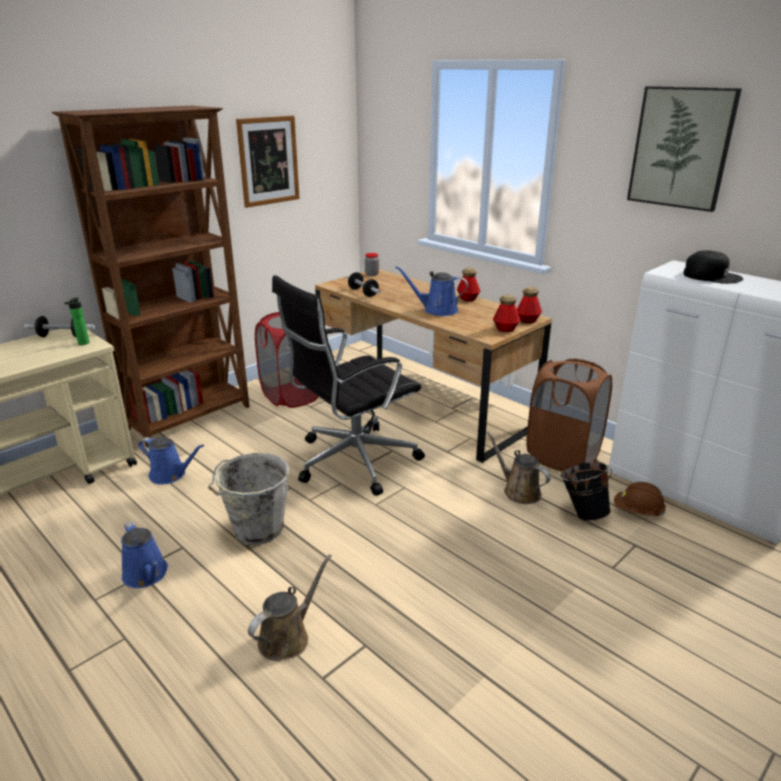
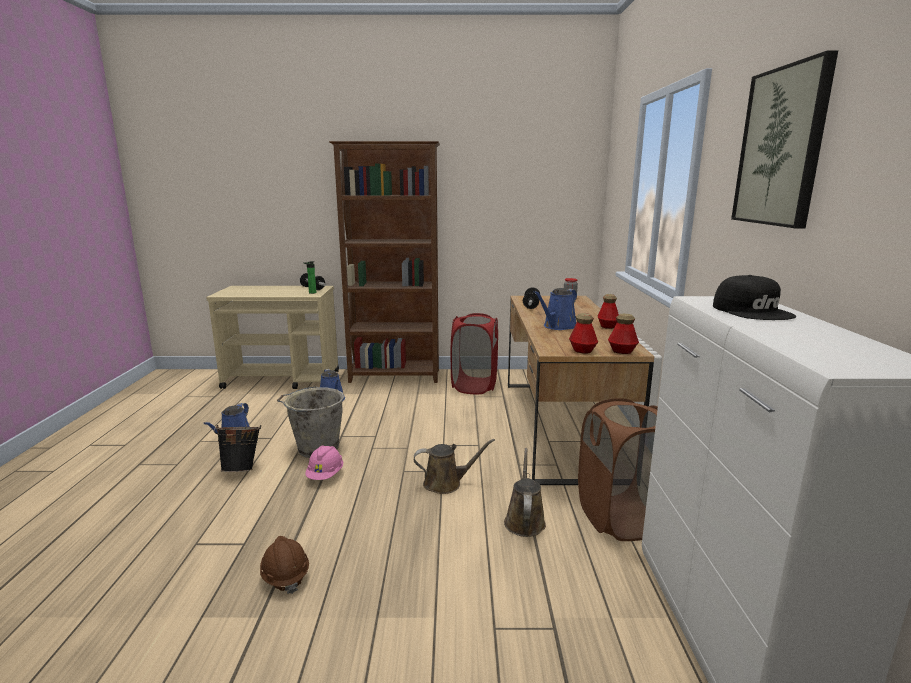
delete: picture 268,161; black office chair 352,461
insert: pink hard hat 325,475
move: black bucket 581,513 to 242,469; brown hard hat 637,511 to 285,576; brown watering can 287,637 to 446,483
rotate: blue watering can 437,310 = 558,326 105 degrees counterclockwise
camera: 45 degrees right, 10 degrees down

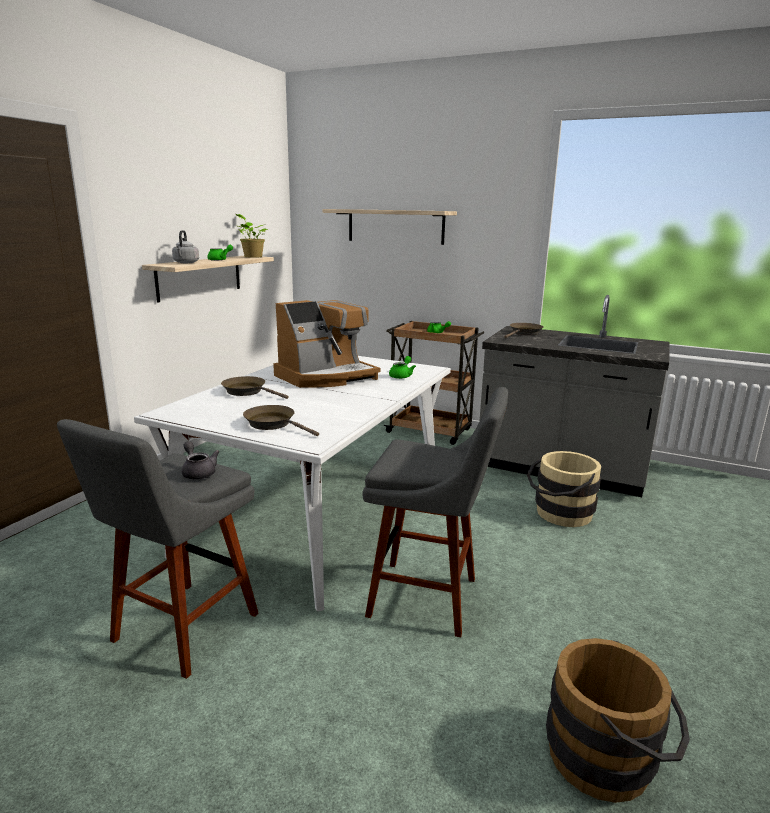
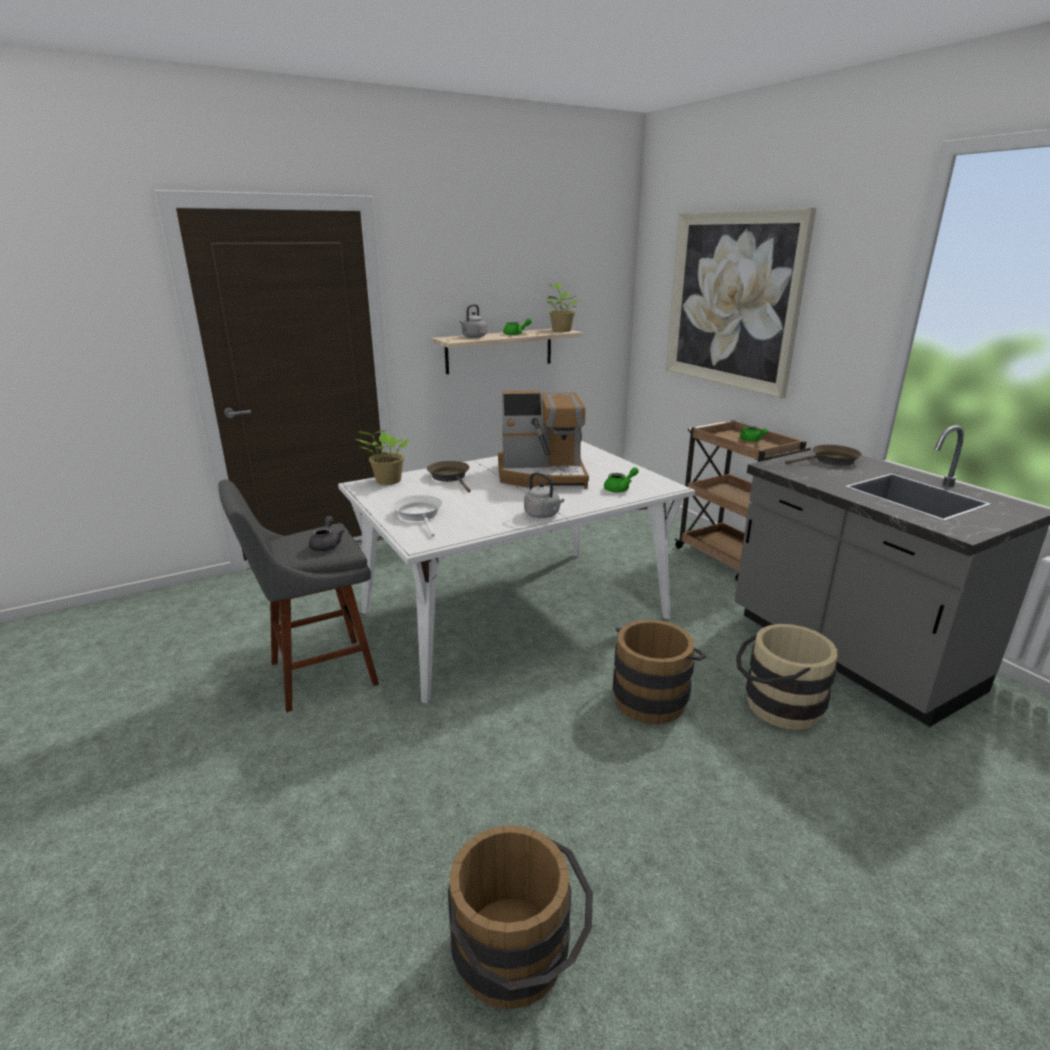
delete: grey stool 429,598
insert: potted plant 387,481; grey kettle 543,515; brown bucket 652,696
replace: shelf 395,226 to picture 732,300
recolor: brown frying pan 273,424 to white frying pan 420,515
camera: 35 degrees right, 5 degrees up

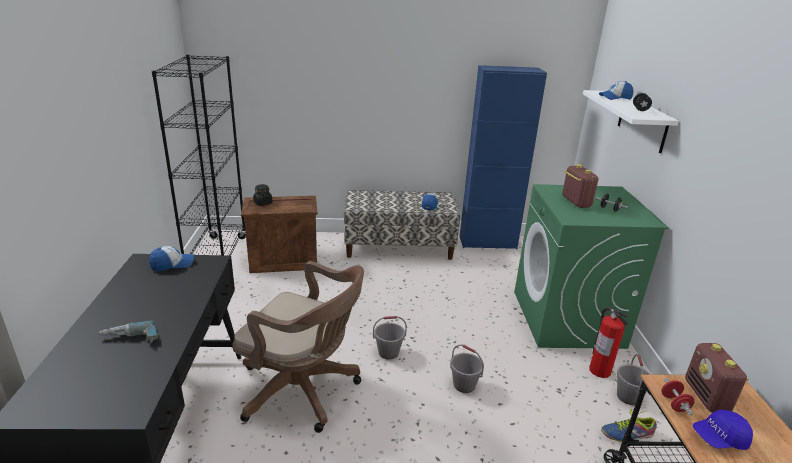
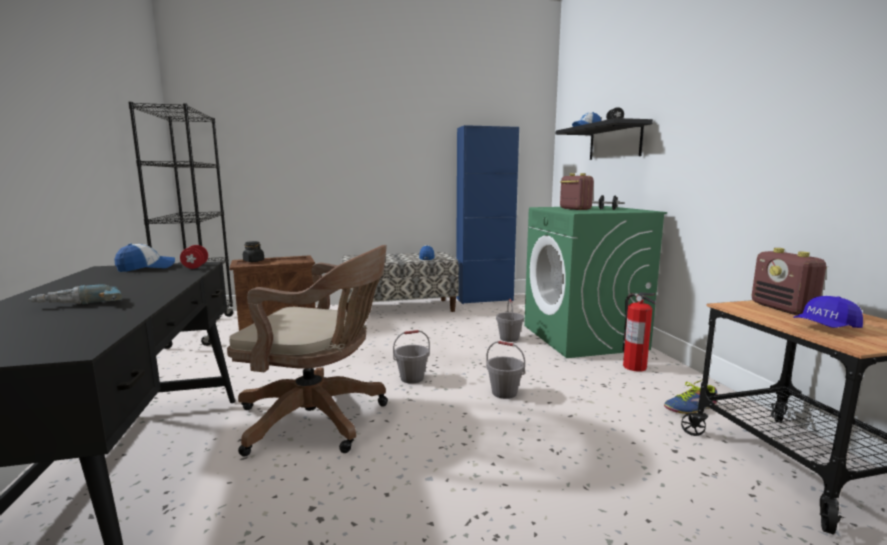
move: grey bucket 628,397 to 509,338; red dumbbell 674,404 to 195,267
recolor: white shelf 642,121 to black shelf 614,142
camera: 10 degrees left, 15 degrees down

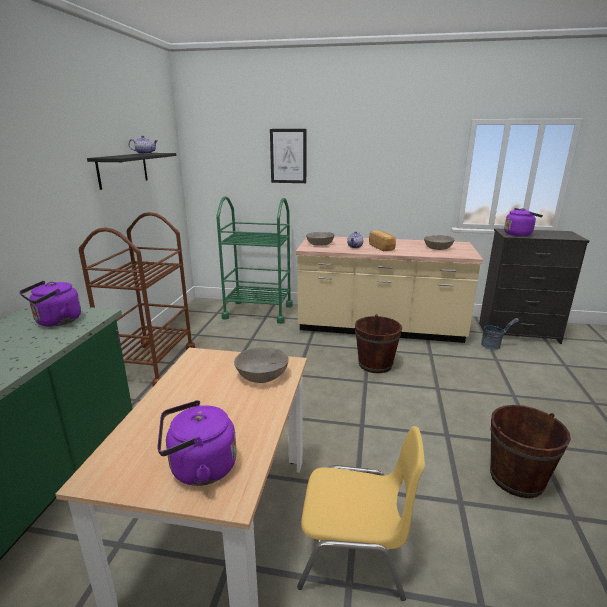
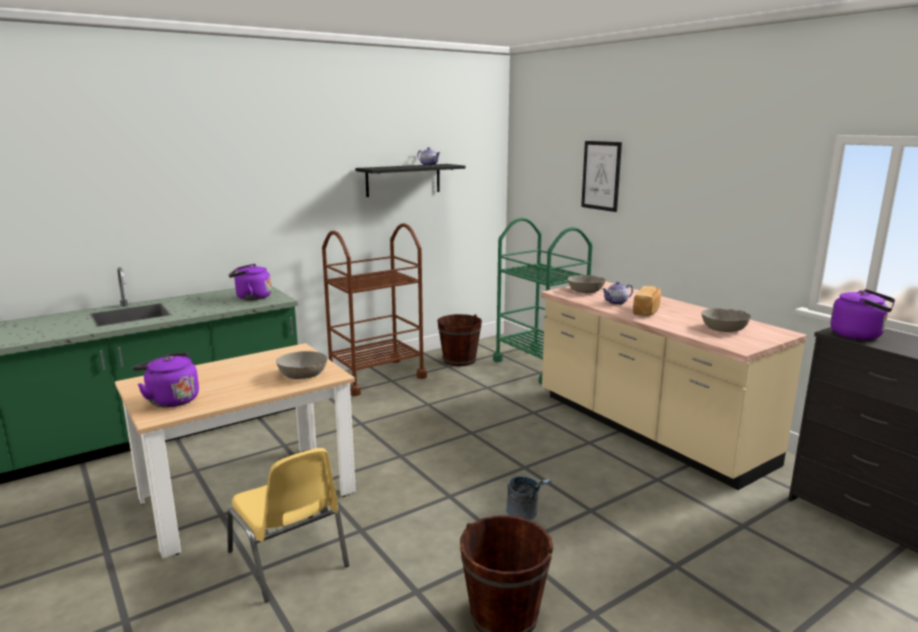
move: brown bucket 375,364 to 459,360; grey bucket 494,346 to 525,515
camera: 45 degrees right, 5 degrees down

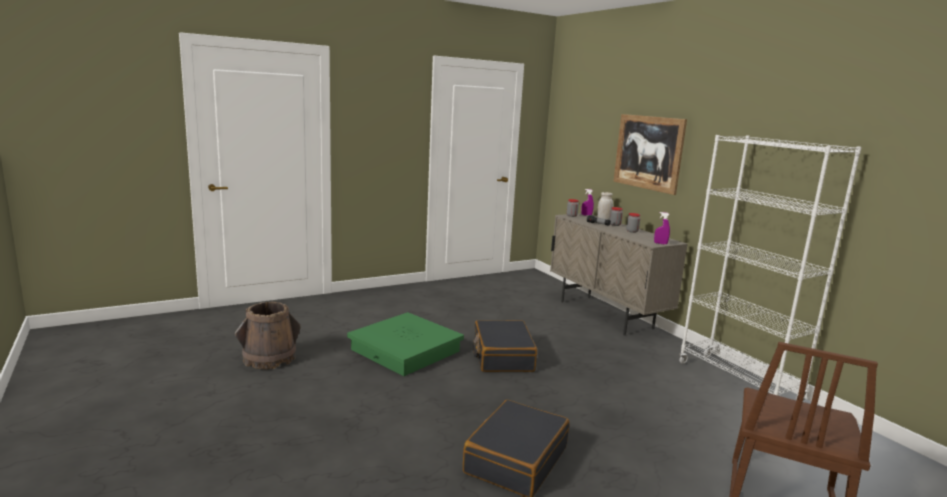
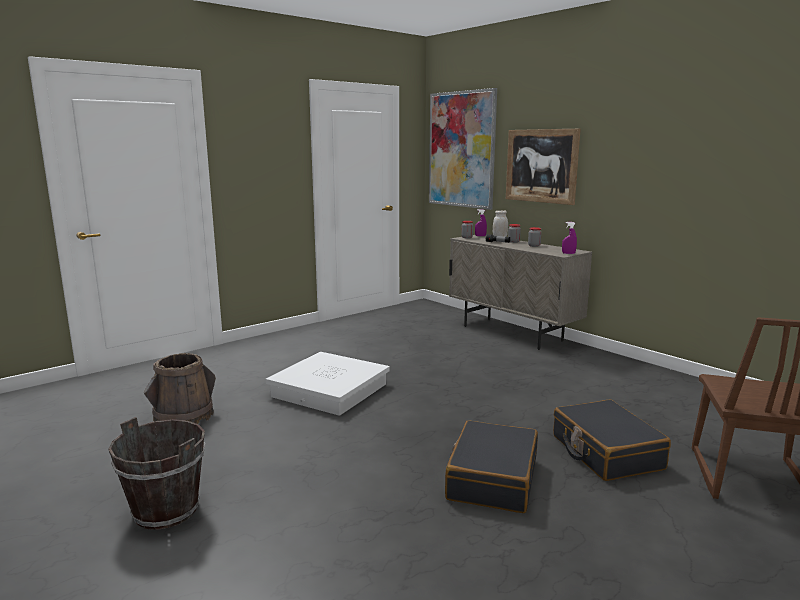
delete: white bookcase 738,382
insert: picture 461,149; brown bucket 167,510
move: black suitcase 502,356 to 605,452
recolor: green storage box 405,350 to white storage box 329,390
camera: 10 degrees left, 0 degrees up

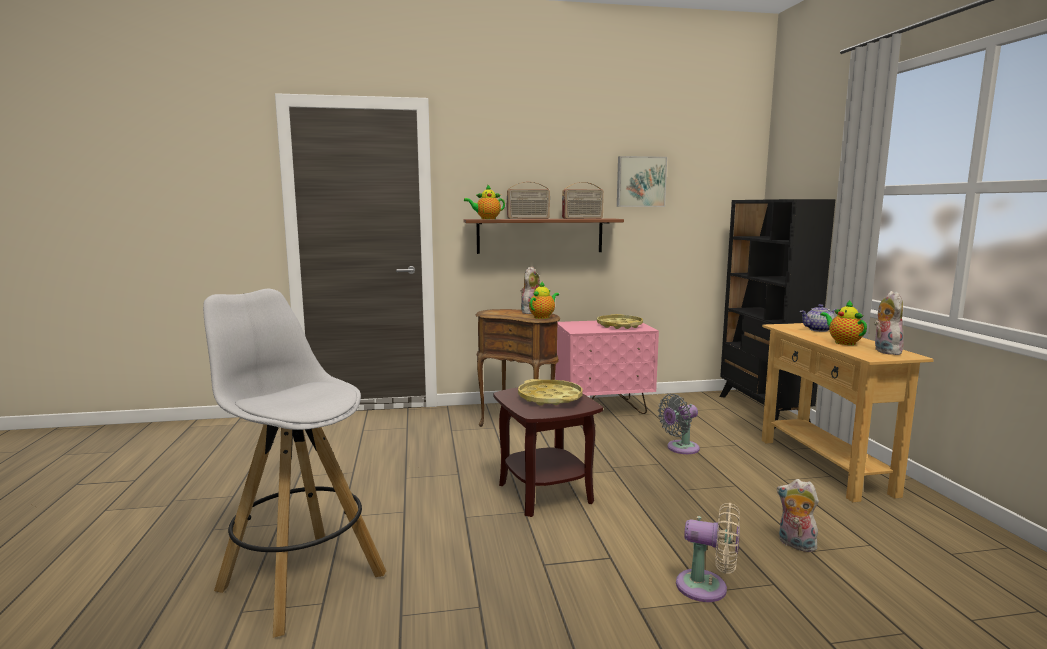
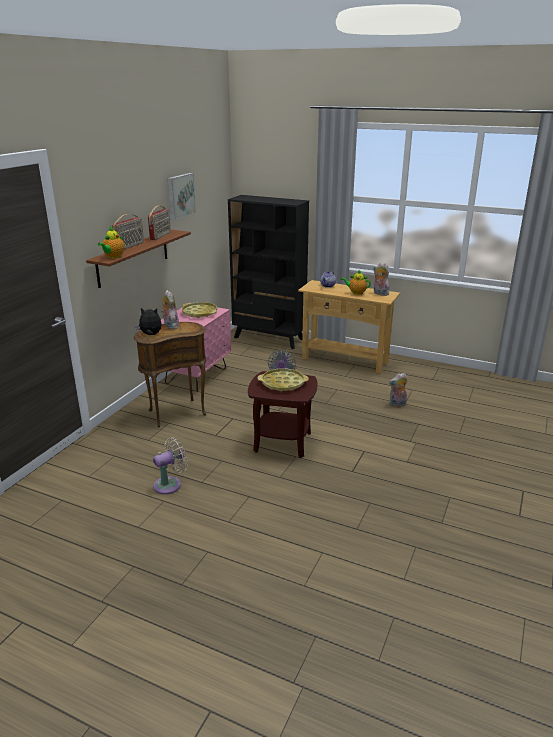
delete: teapot 543,317; white stool 300,581
insert: plush toy 150,335
move: beige fan 707,588 to 170,484
camera: 55 degrees left, 15 degrees up

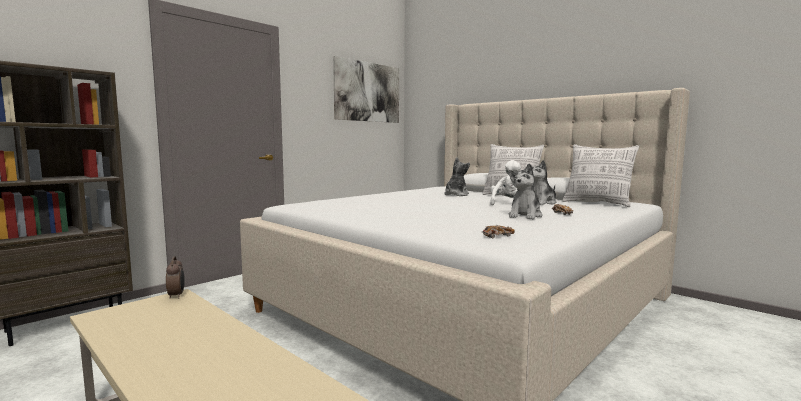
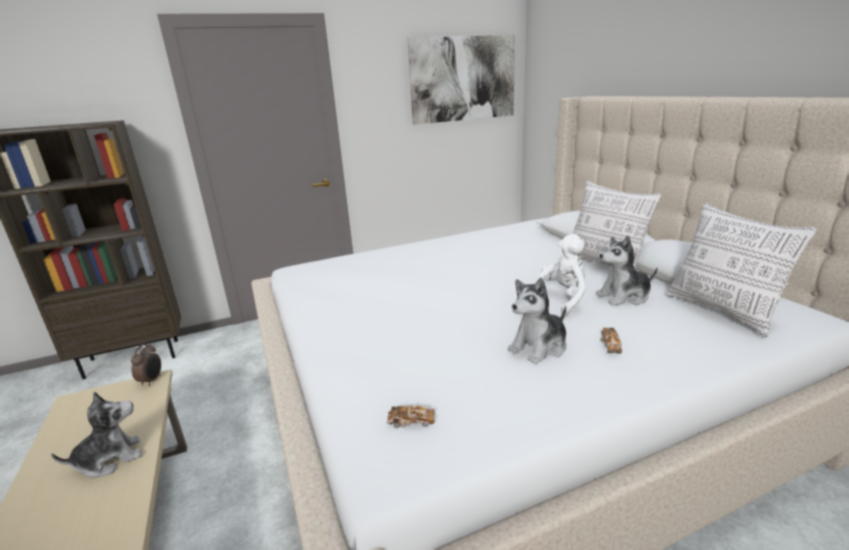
move: plush toy 456,195 to 110,459
camera: 25 degrees right, 15 degrees up

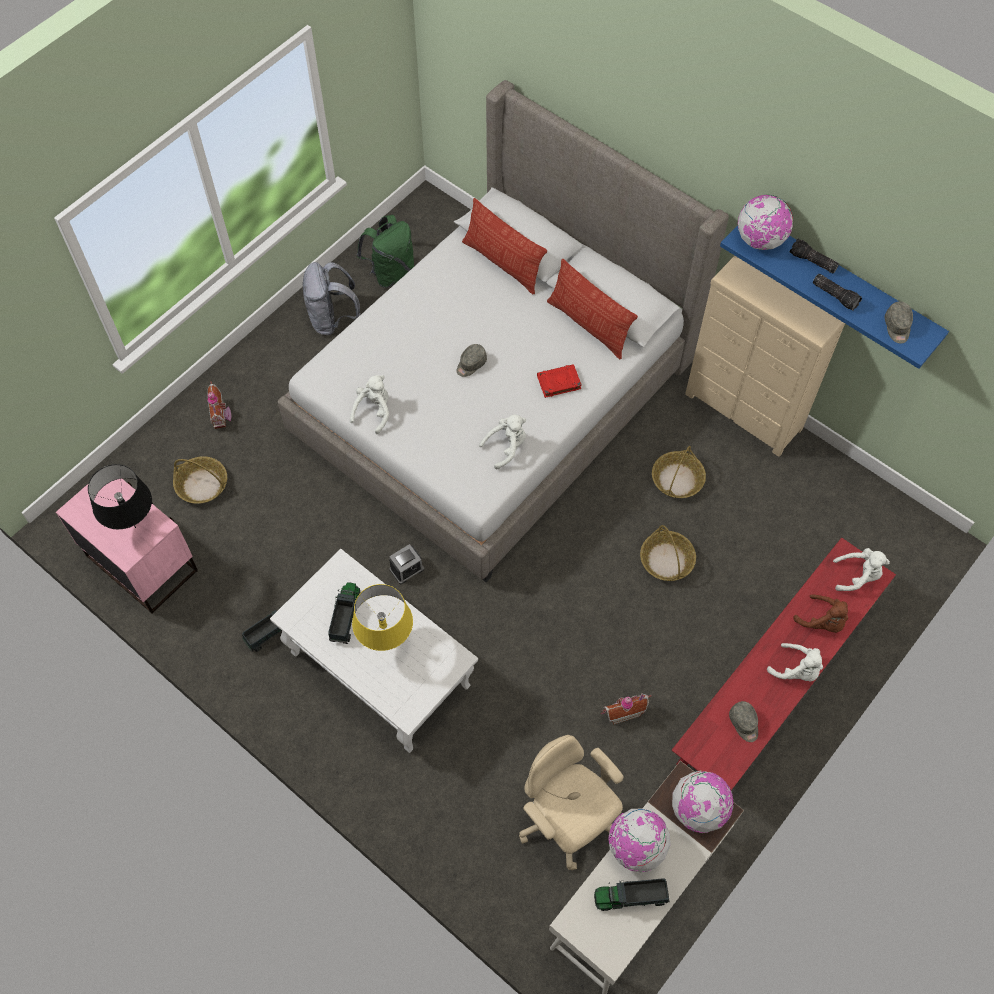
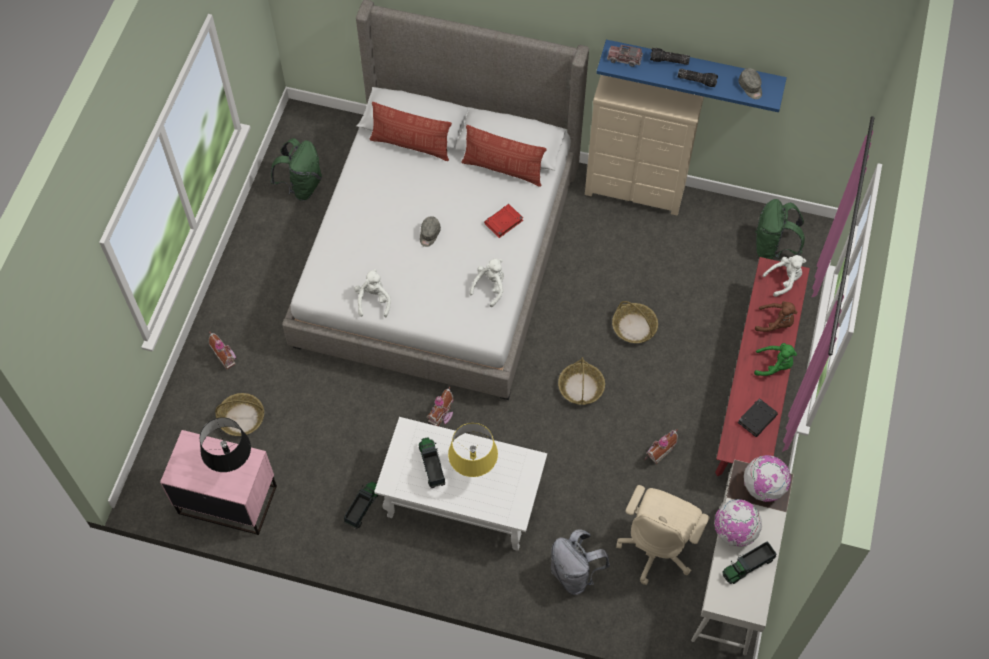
insert: green backpack 773,248
move: grey backpack 332,319 to 574,573; basket 677,480 to 581,388
replace: globe 760,240 to toy truck 624,58; alarm clock 407,569 to toy house 442,416; grey cap 744,723 to black book 757,418
recolor: white plush toy 796,670 to green plush toy 774,365
rotate: beige office chair 566,821 = 657,548 90 degrees counterclockwise
camera: 25 degrees left, 0 degrees up

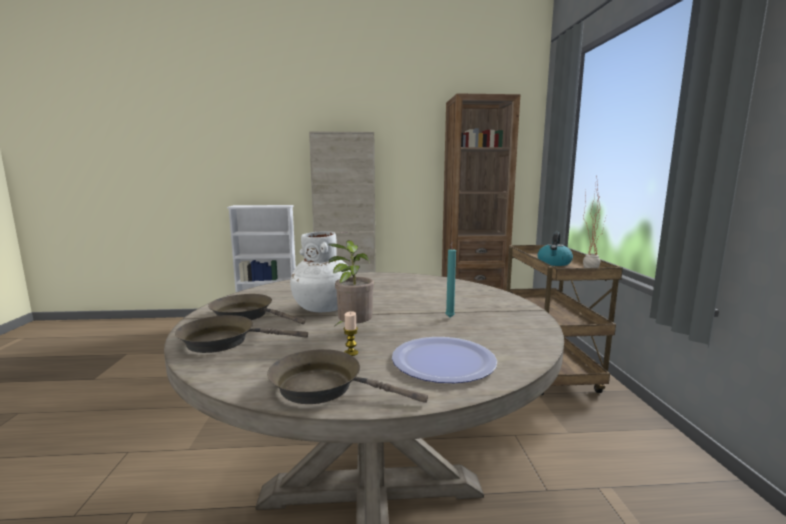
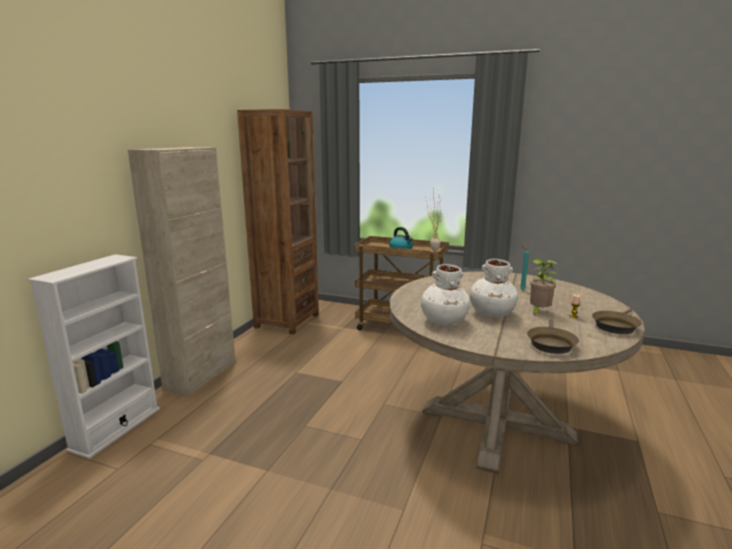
delete: brown frying pan 247,315; plate 443,361
insert: white vase 443,321
camera: 65 degrees left, 5 degrees up

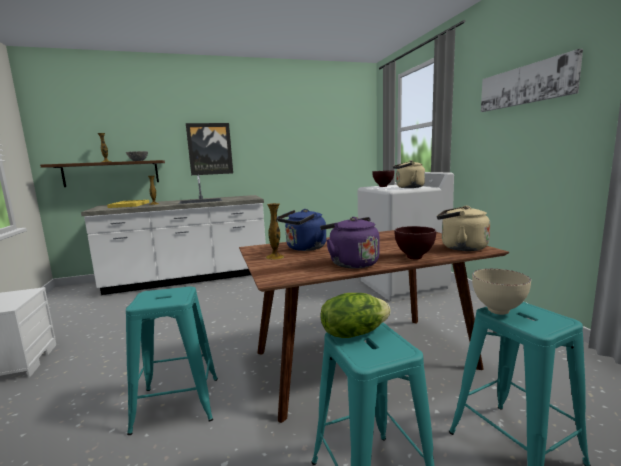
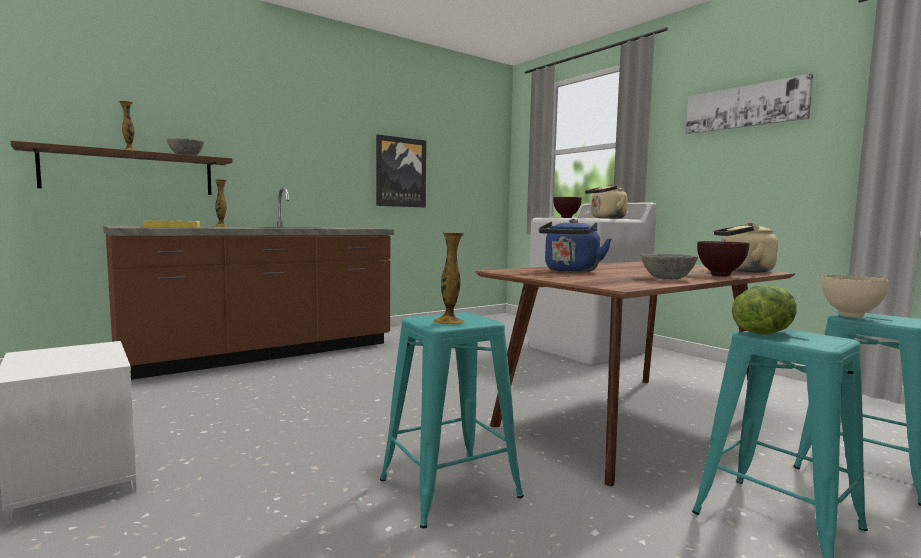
move: picture 210,149 to 400,172; vase 275,257 to 448,322
replace: purple kettle 351,263 to grey bowl 667,278
recolor: white counter 189,278 to brown counter 263,354
camera: 20 degrees left, 5 degrees down

